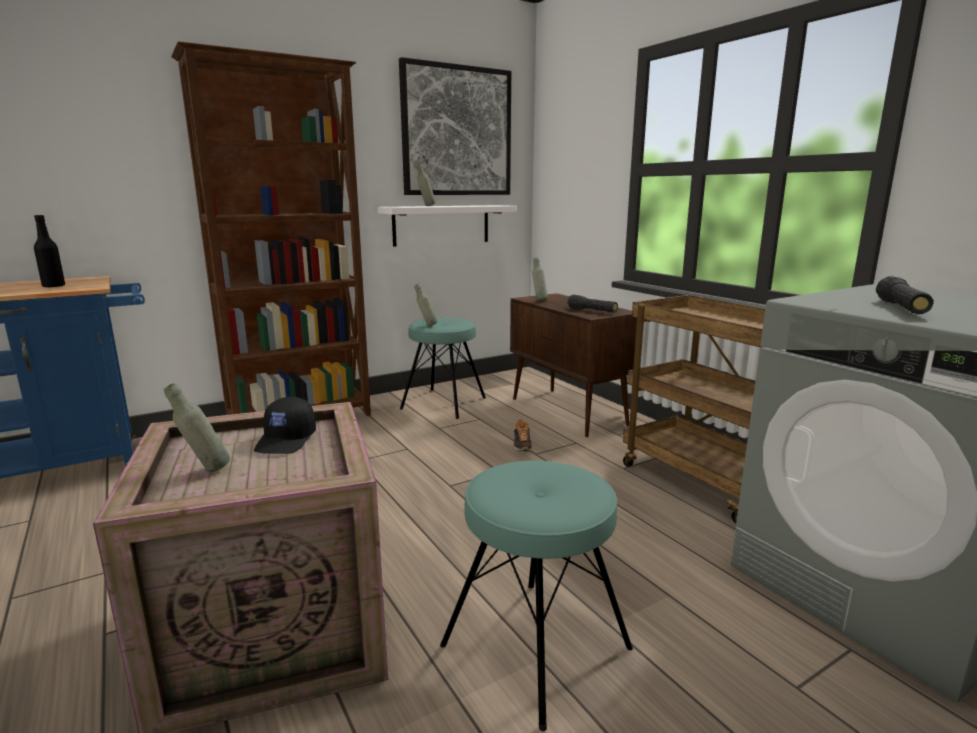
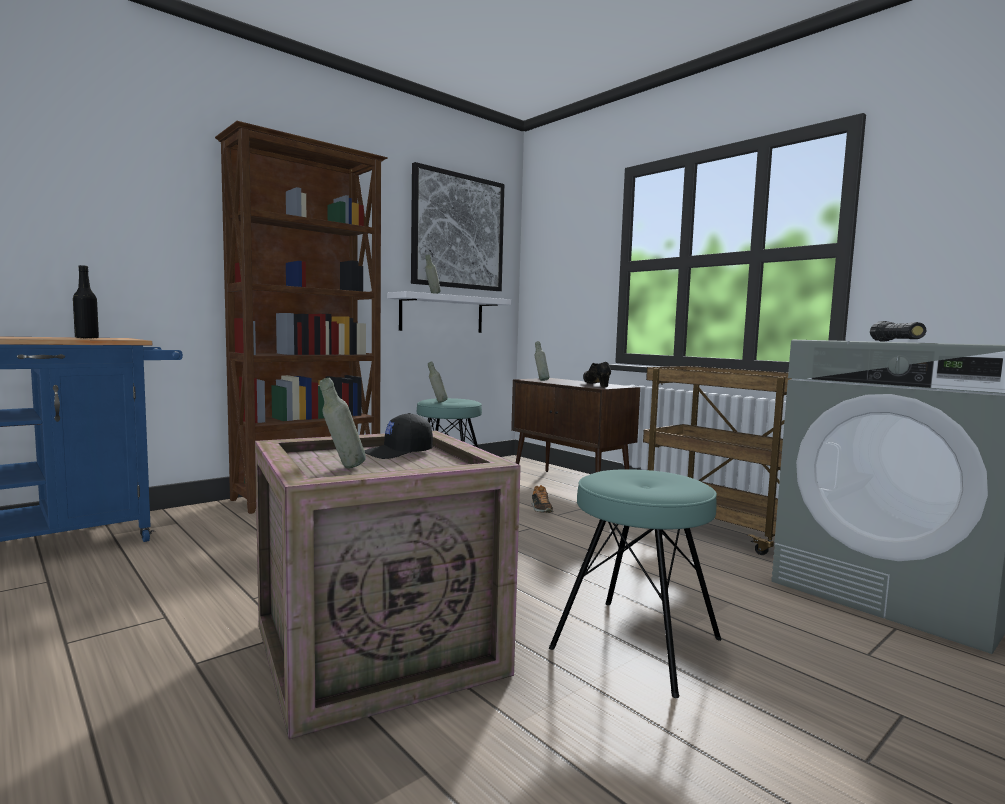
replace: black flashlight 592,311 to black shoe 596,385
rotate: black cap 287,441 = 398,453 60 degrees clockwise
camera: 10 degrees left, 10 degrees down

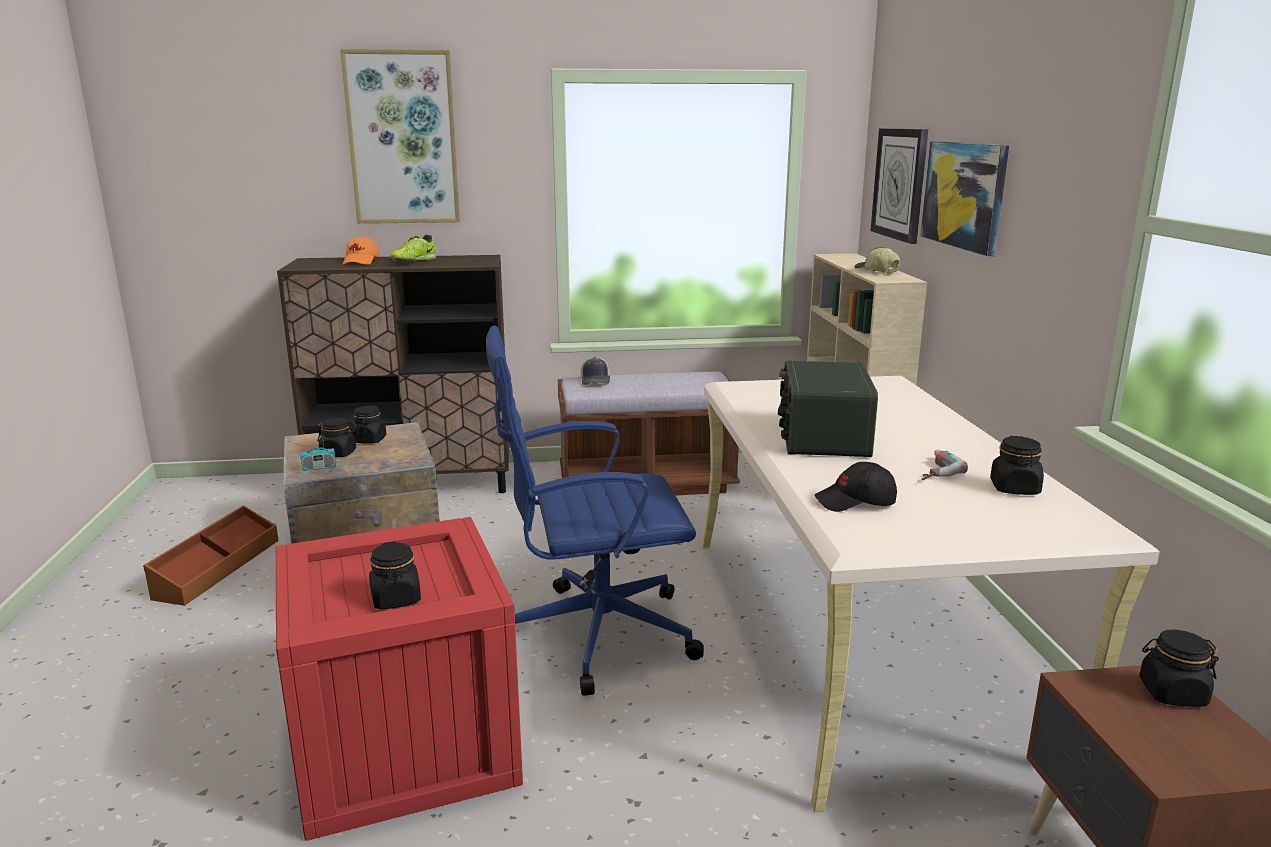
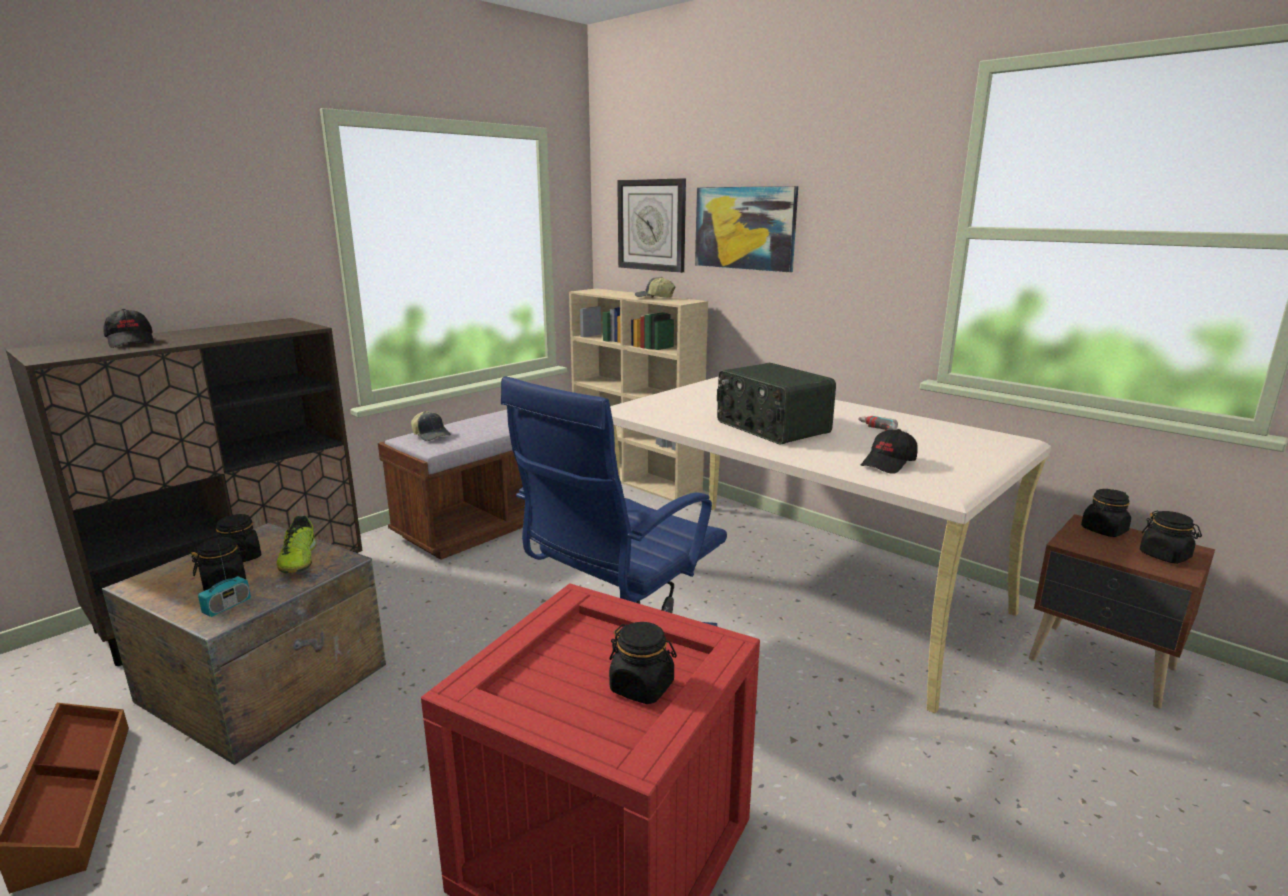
delete: picture 403,138
move: shoe 413,261 to 299,560; black jar 1014,489 to 1165,556
recolor: orange cap 361,262 to black cap 132,342
camera: 40 degrees left, 0 degrees up

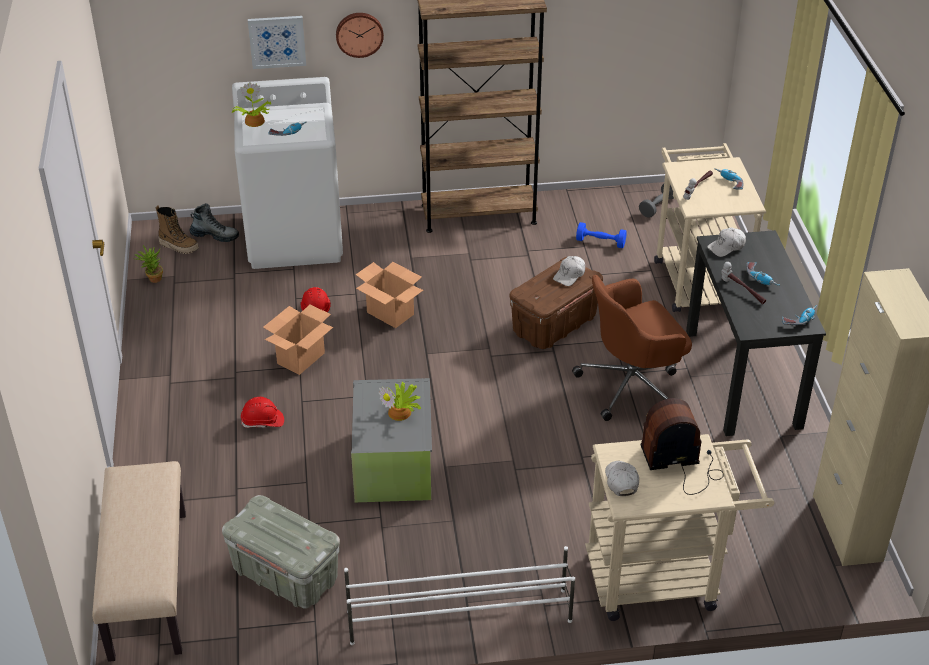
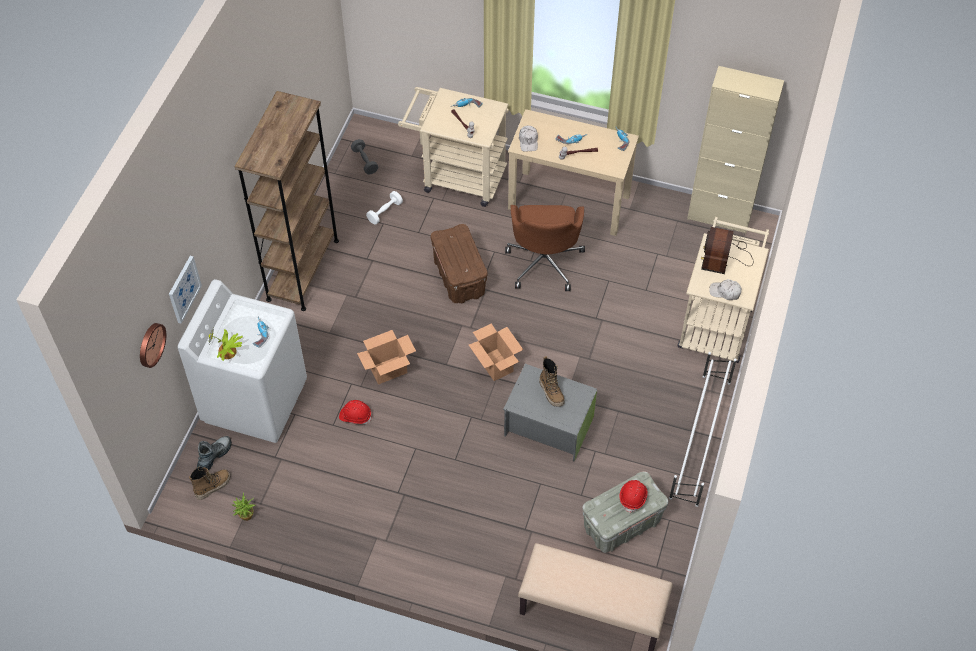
delete: white cap 569,275
move: wall clock 359,33 to 150,344; cardboard box 301,358 to 495,364; red hard hat 263,421 to 633,497
replace: potted plant 401,412 to boot 551,392
recolor: blue dumbbell 600,242 to white dumbbell 385,212; black desk 742,378 to beige desk 569,202
camera: 65 degrees left, 15 degrees up

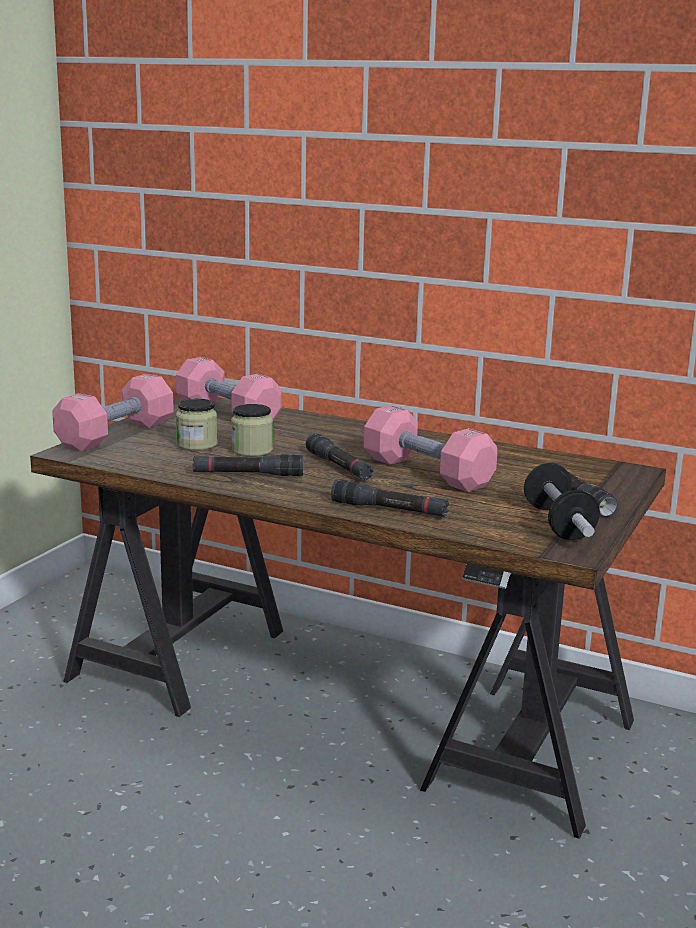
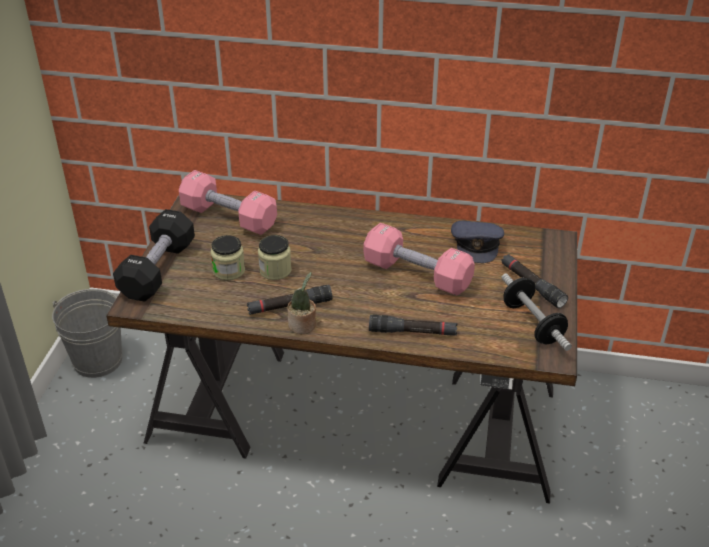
delete: black flashlight 339,467
insert: grey cap 476,244; potted plant 303,326; grey bucket 98,360
recolor: pink dumbbell 116,435 to black dumbbell 158,270
camera: 15 degrees left, 20 degrees up

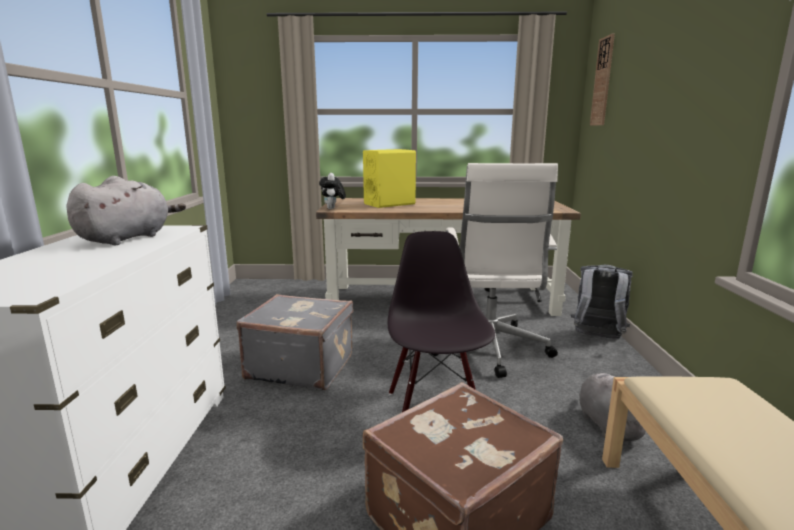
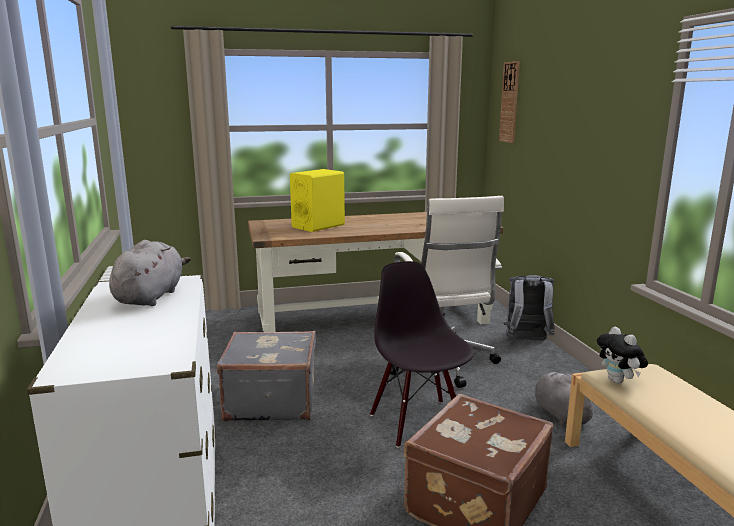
move: plush toy 333,209 to 618,381
camera: 15 degrees left, 0 degrees up

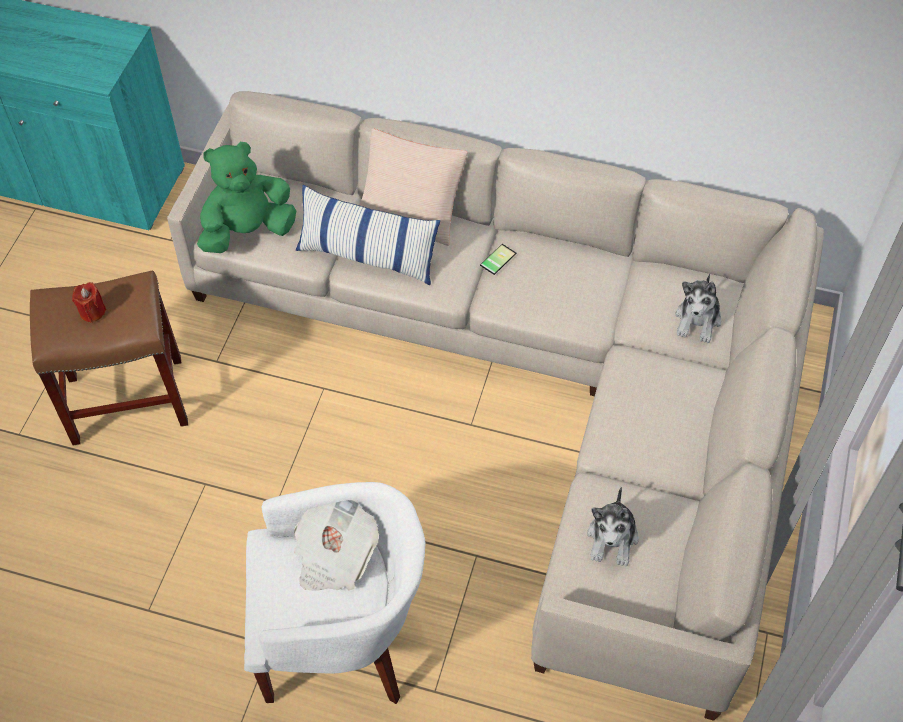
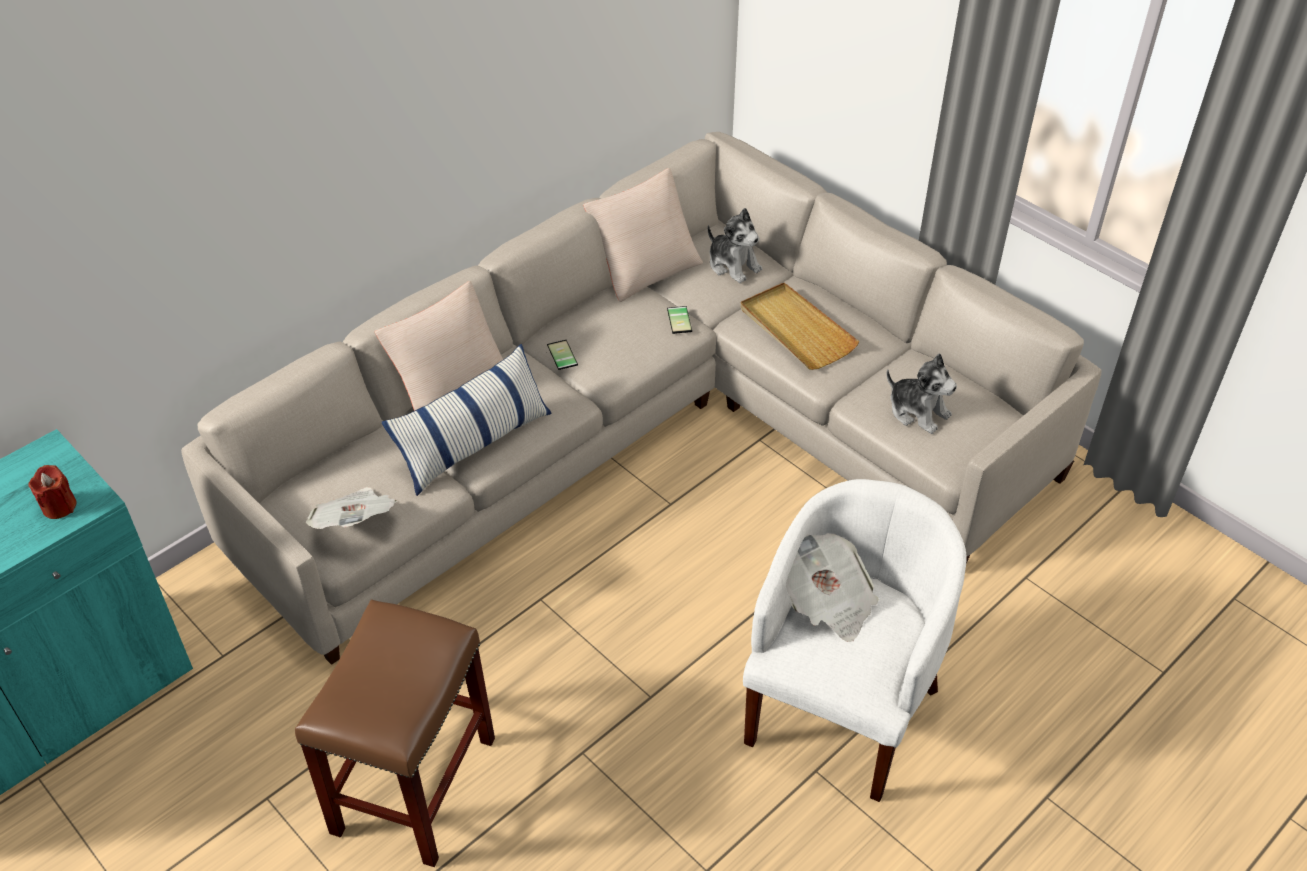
insert: beige pillow 645,267; beige tray 796,329; phone 681,320
move: red candle 92,311 to 59,506
replace: green plush toy 247,231 to newspaper 355,523
camera: 60 degrees left, 10 degrees down

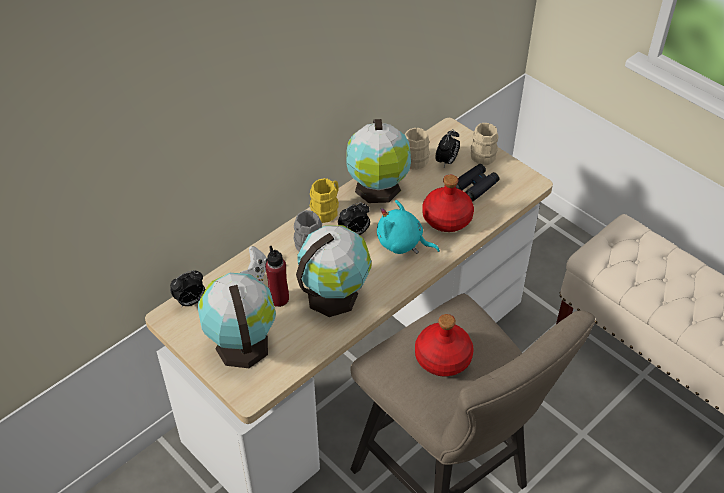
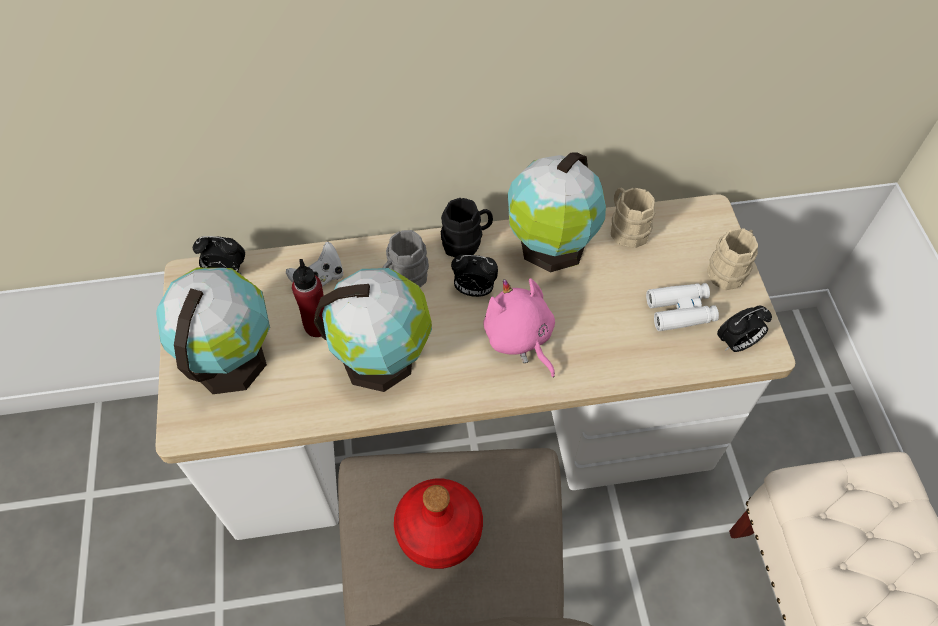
delete: red bottle 446,219
move: alarm clock 446,161 to 736,343
recolor: black binoculars 475,186 to white binoculars 680,311; yellow mug 327,210 to black mug 467,242; turquoise plush toy 402,244 to pink plush toy 519,338
camera: 35 degrees right, 10 degrees up

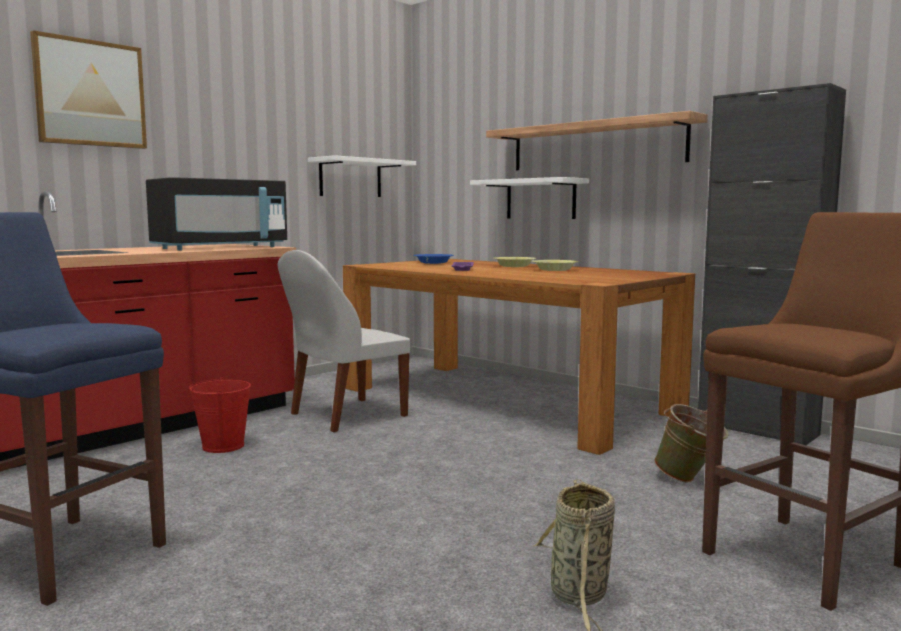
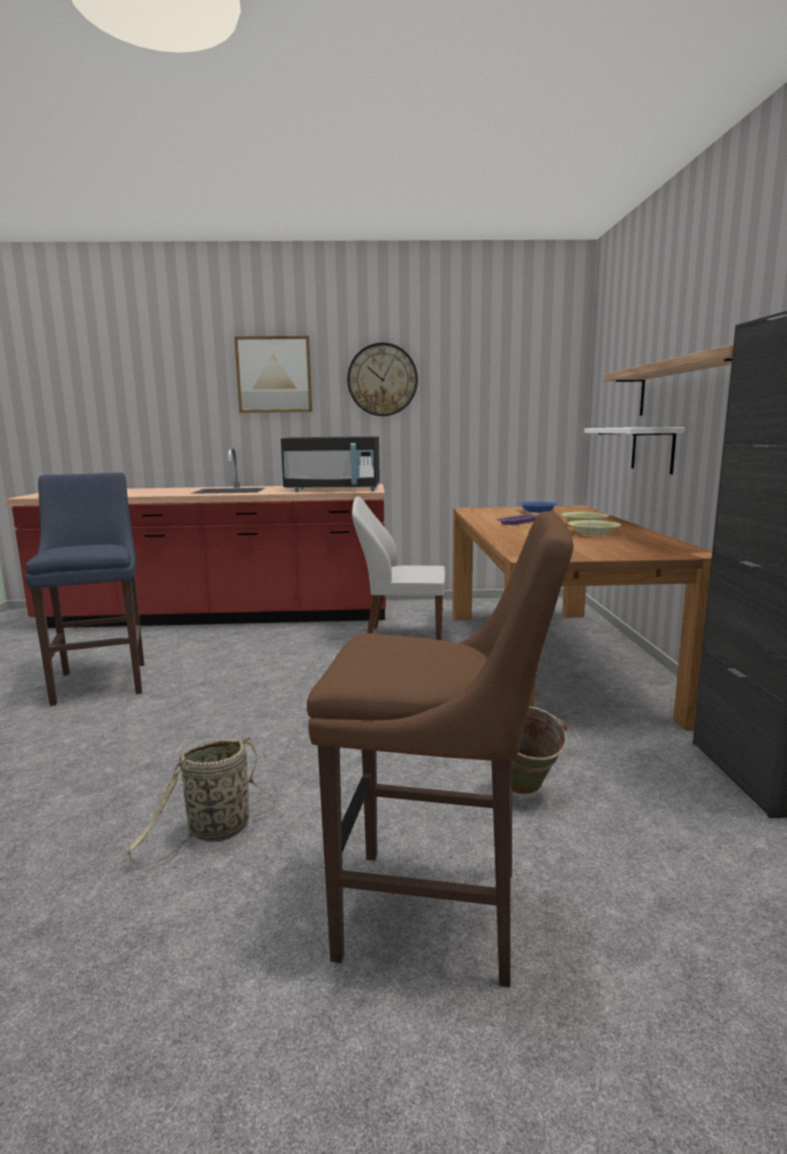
delete: white shelf 350,178; red bucket 223,446
insert: wall clock 382,380
camera: 45 degrees right, 5 degrees up

